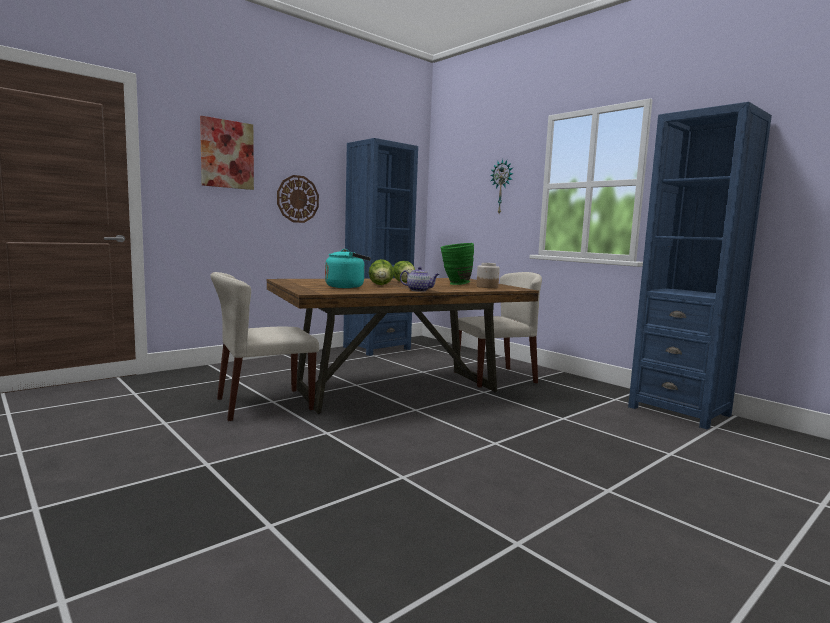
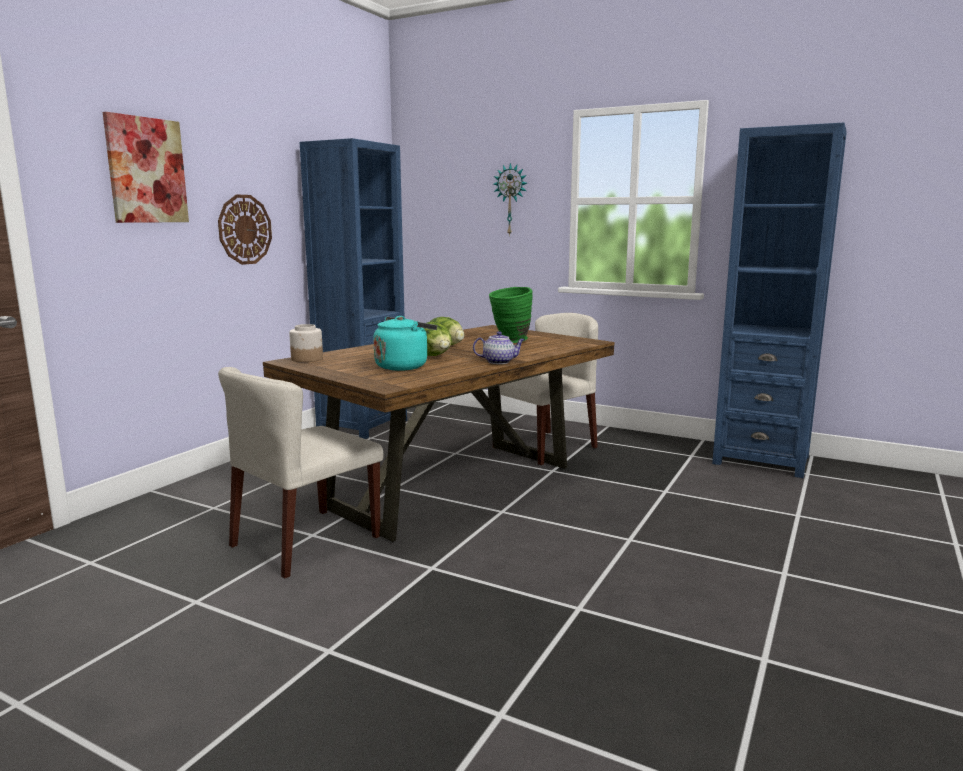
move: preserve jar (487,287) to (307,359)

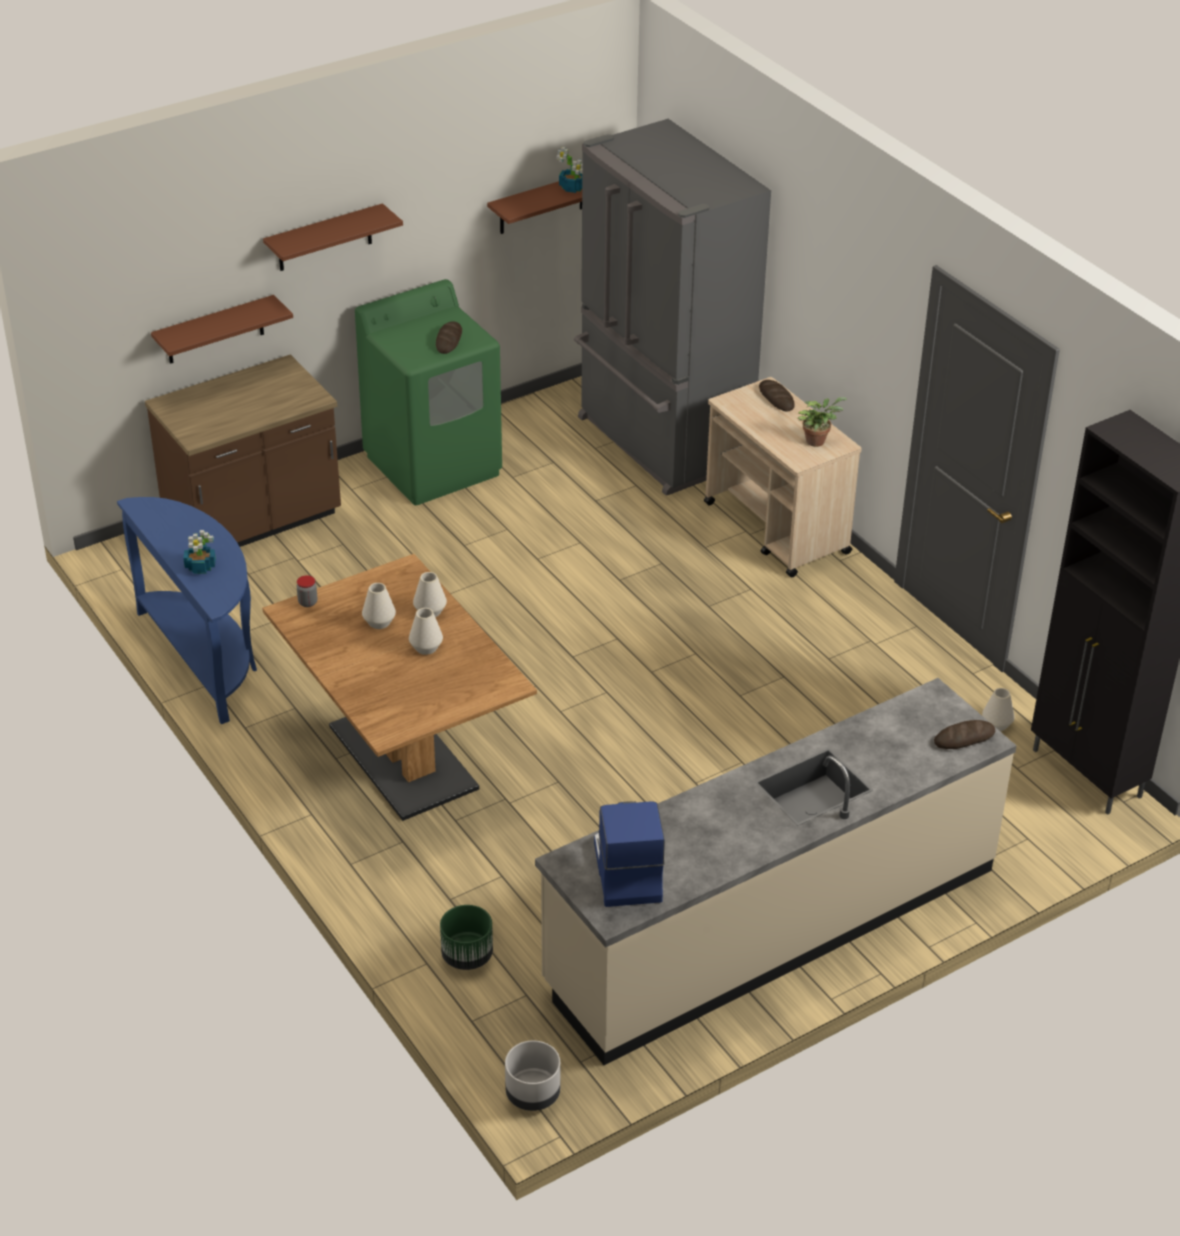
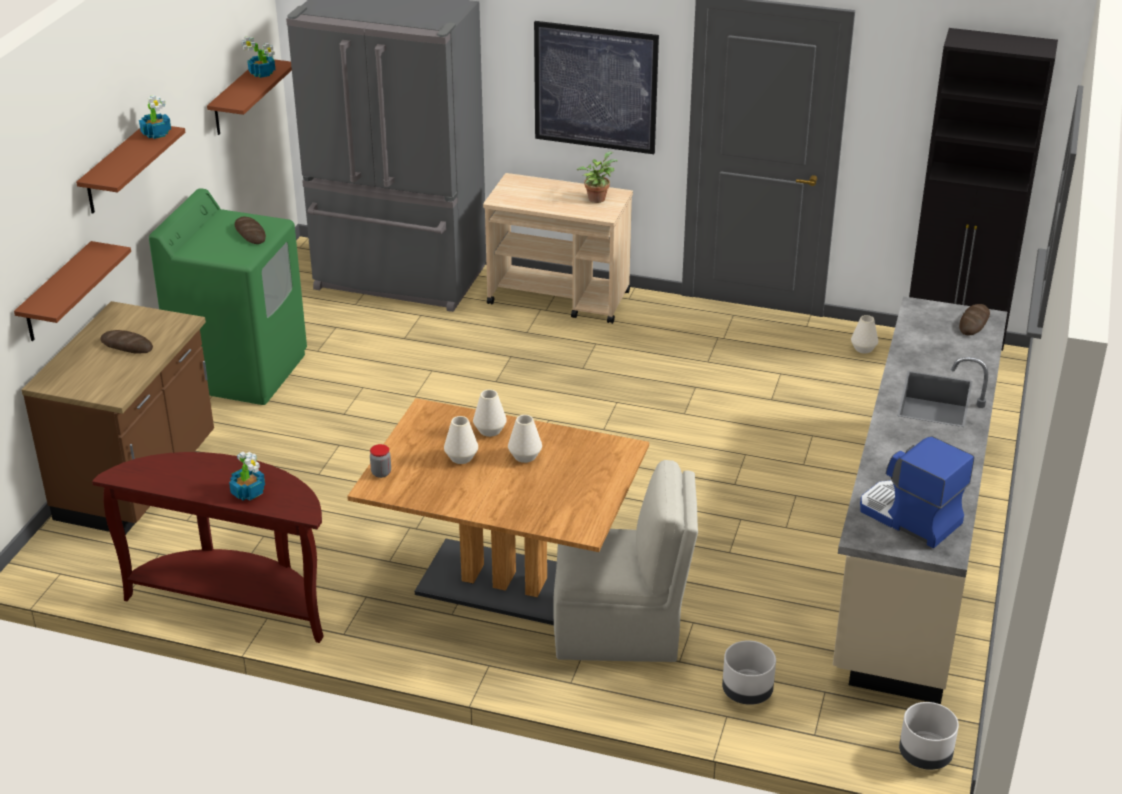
insert: wall art (595,87); plant in a pot (156,133); upright chair in beige-coloured (621,630)
move: bakery bread (776,398) to (127,345)
recolor: console table in bluish (205,657) to console table in brown (235,601); plant pot in green-coloured (466,955) to plant pot in grey (746,692)

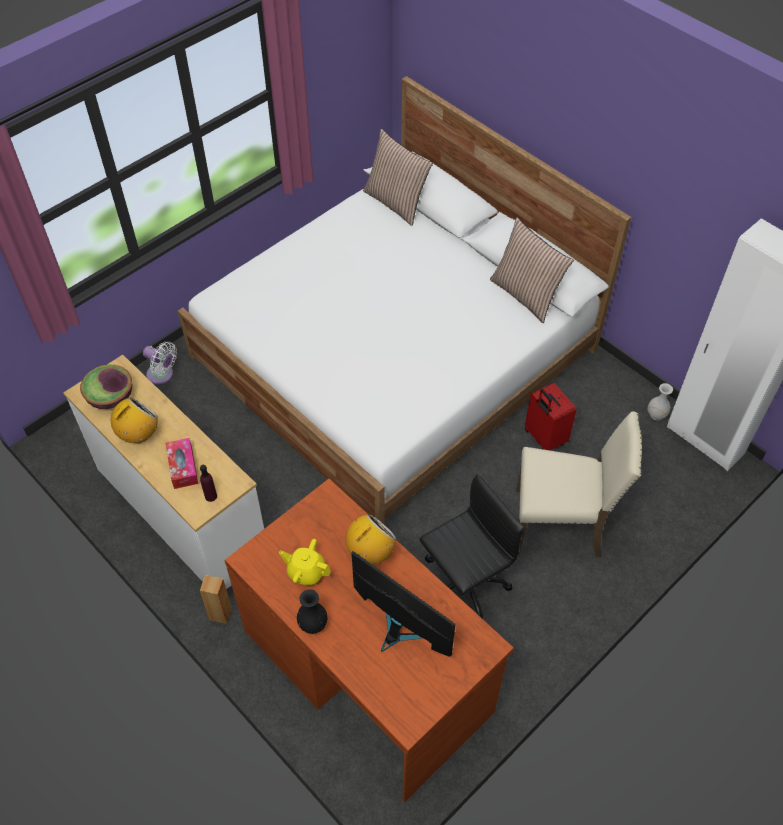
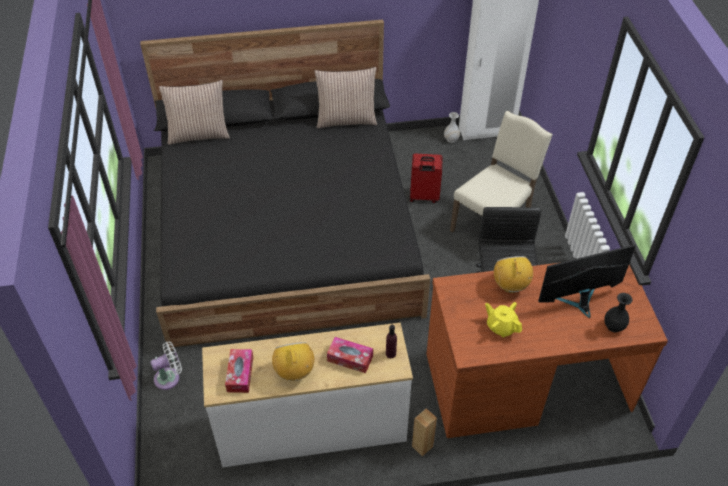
move: vase in black (313,624) to (613,326)
replace: deep dish (111,397) to tissue box (240,374)
recolor: sleeping bed in white-coloured (394,353) to sleeping bed in black (286,230)
rotate: pot for tea in yellowish (306,572) = (501,327) 75 degrees clockwise

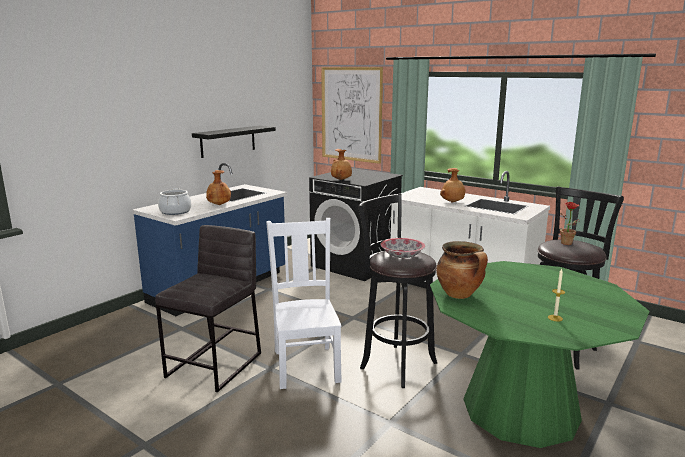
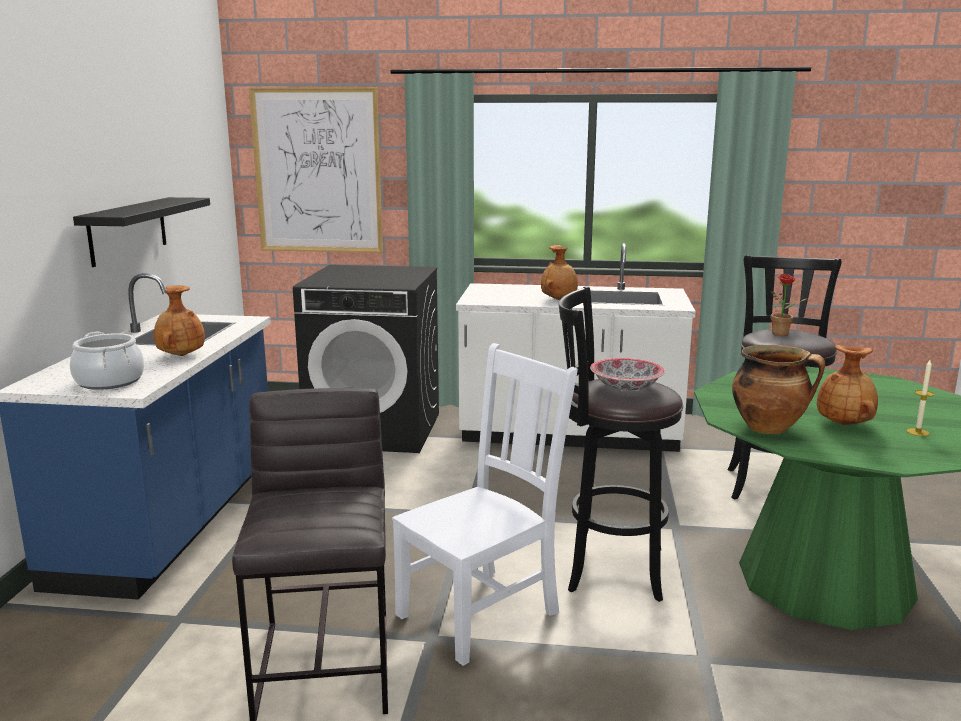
move: vase in brown (341,180) to (844,424)
rotate: upright chair in white-coloured (306,364) = (482,612) 90 degrees clockwise

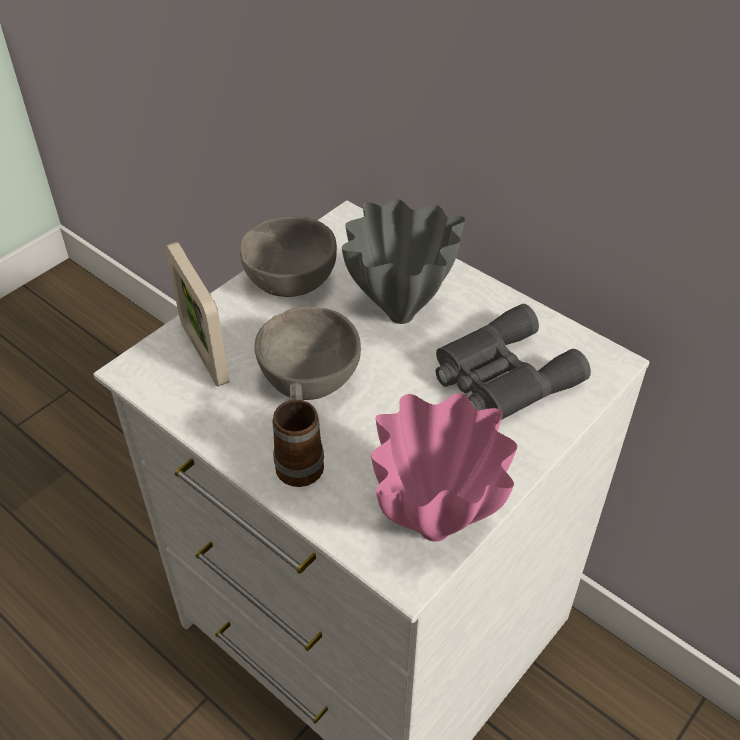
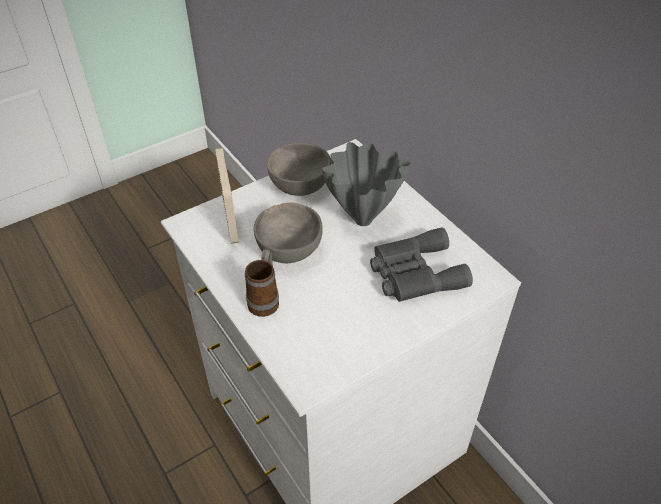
delete: vase in pink-coloured (437,526)

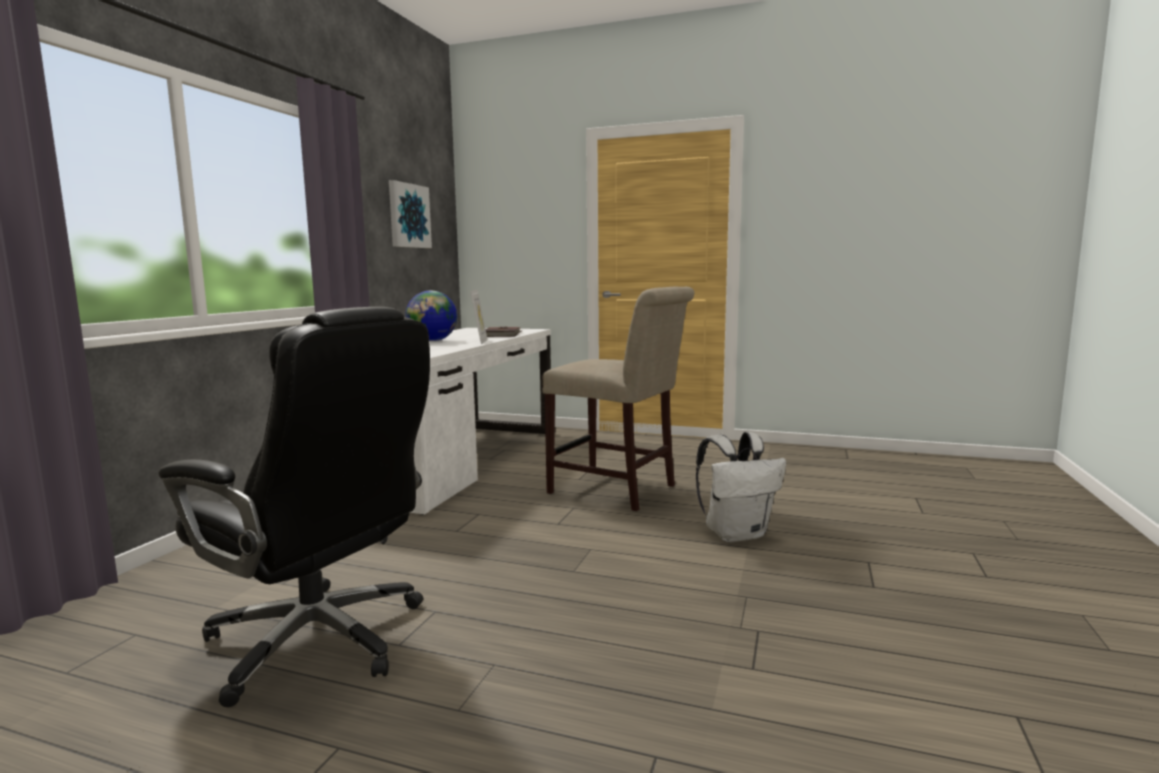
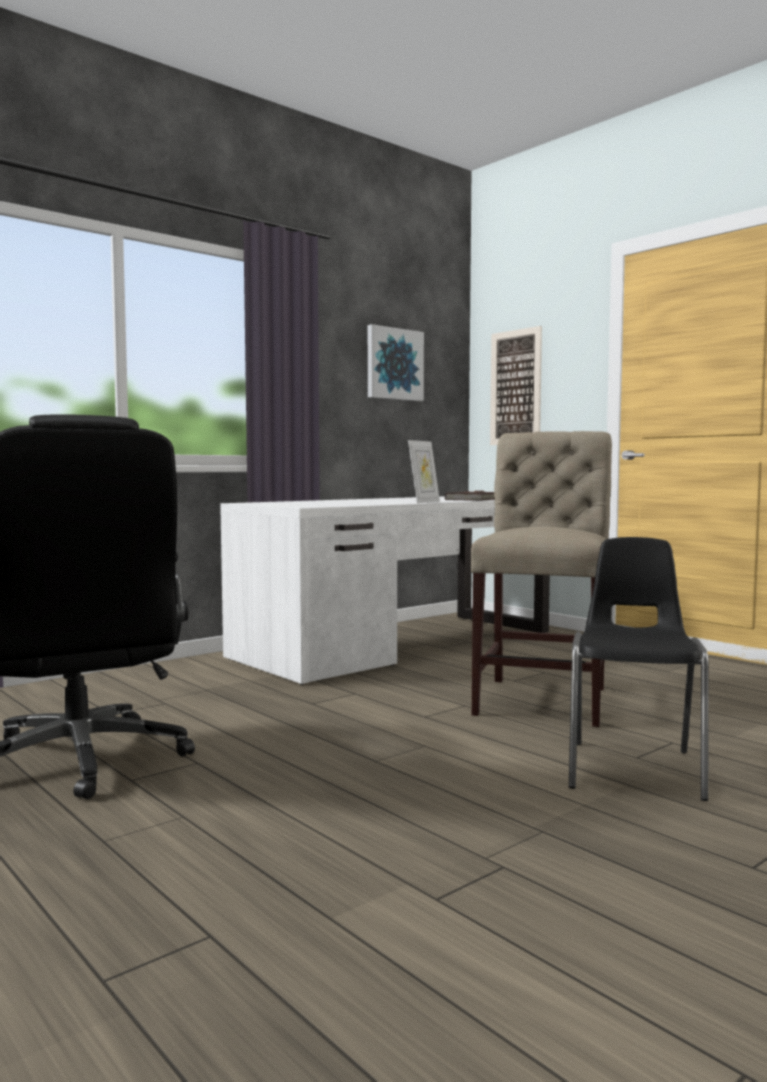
delete: world globe (433,341)
insert: wall art (515,387)
replace: rucksack in white-coloured (736,534) to upright chair in black (634,768)
rotate: upright chair in beige-coloured (618,490) = (544,698) 135 degrees counterclockwise

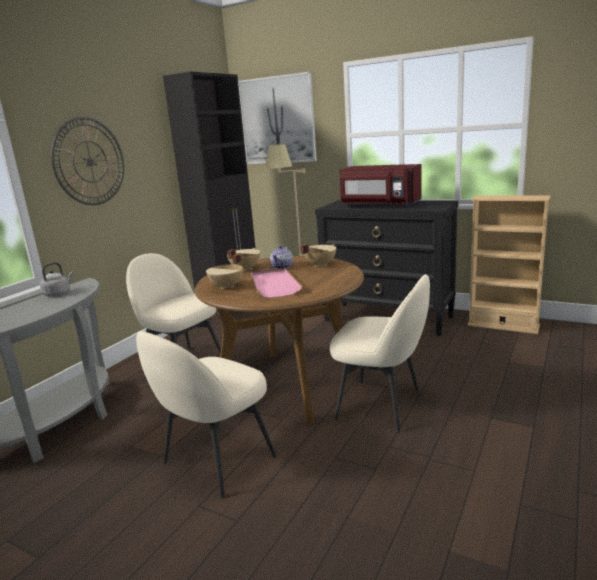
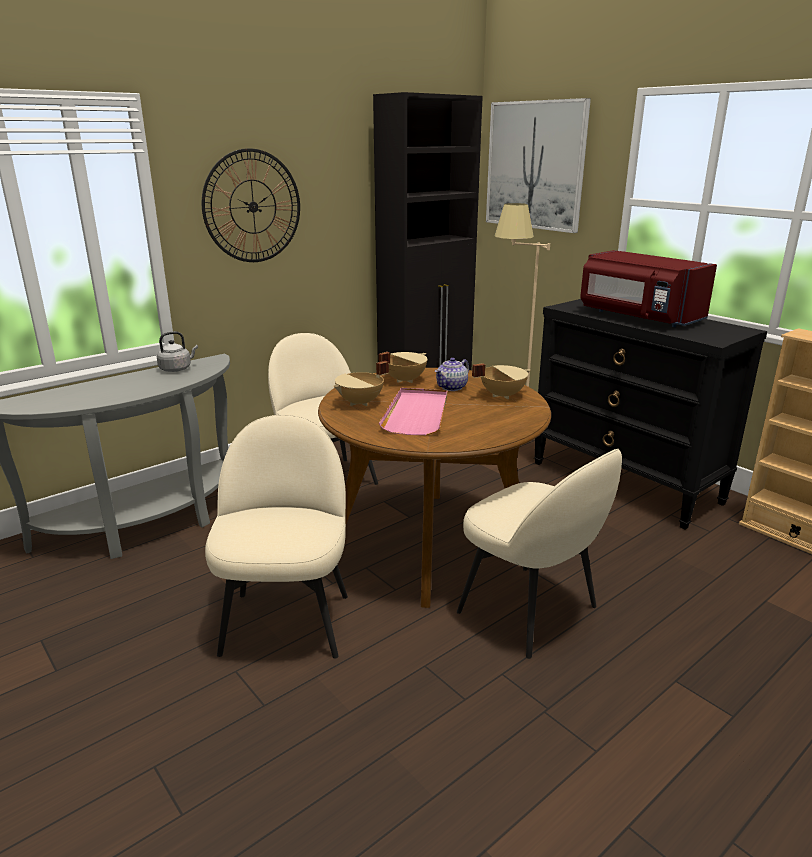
rotate: upright chair in beige-coloured (216,461) = (287,621) 120 degrees clockwise

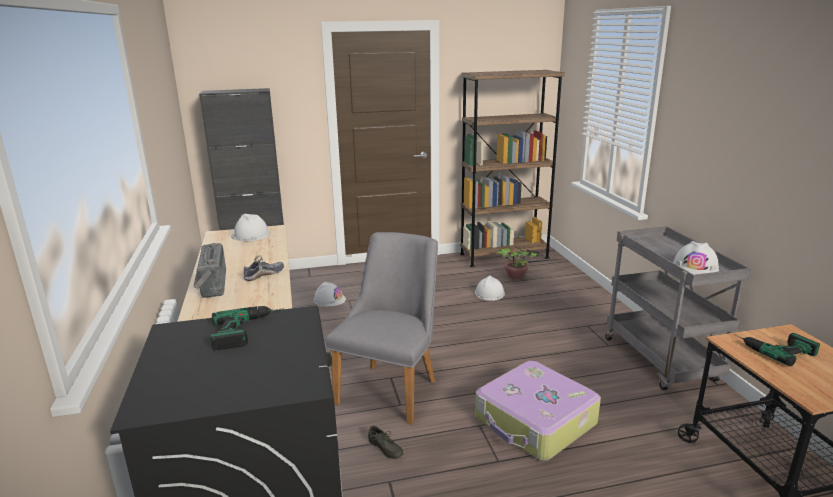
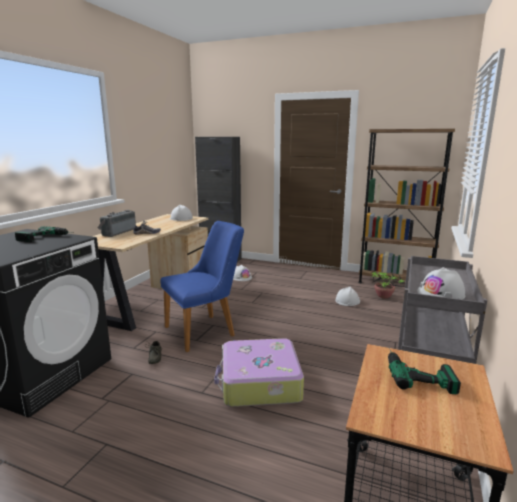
recolor: upright chair in grey (392,387) to upright chair in bluish (206,330)

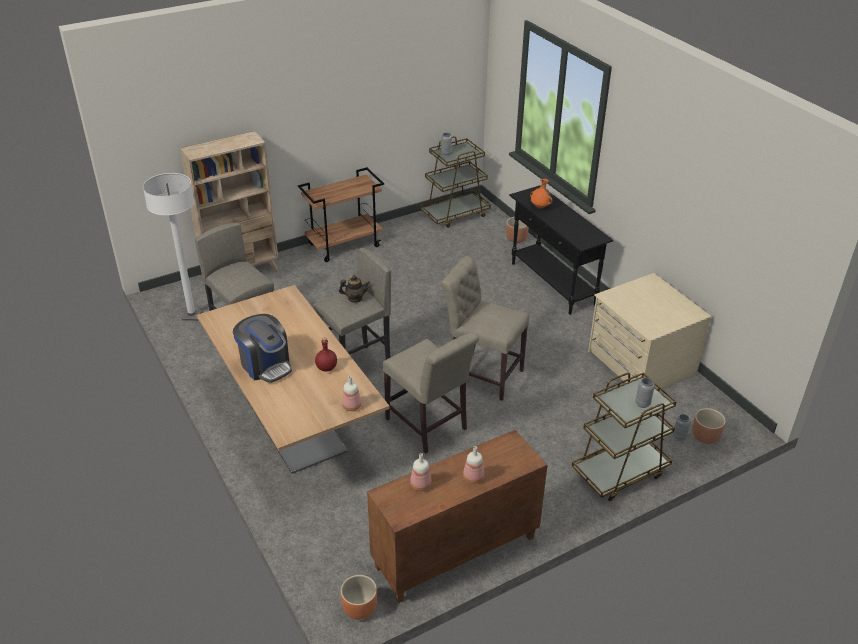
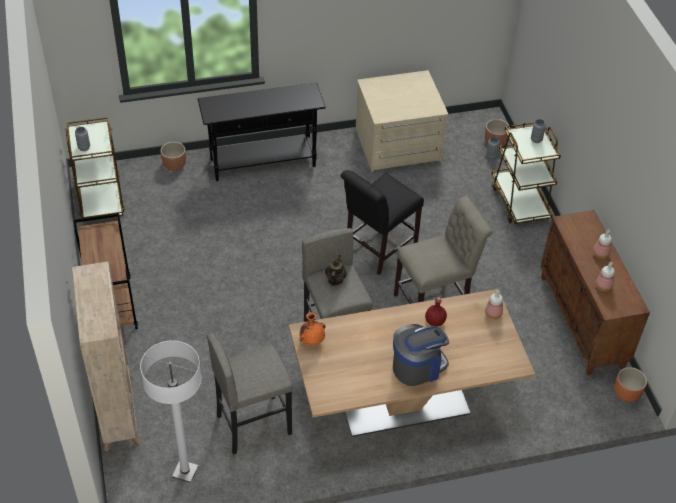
move: vase in orangey (540,207) to (312,340)
recolor: upright chair in beige-coloured (482,374) to upright chair in black (377,249)

